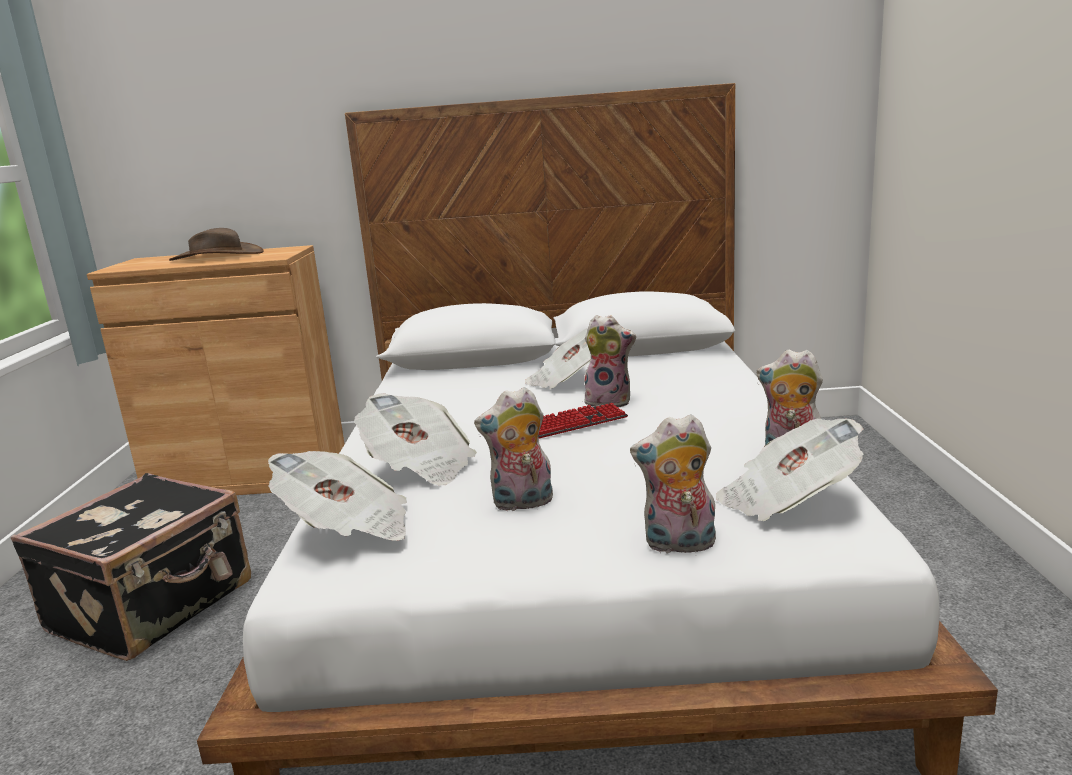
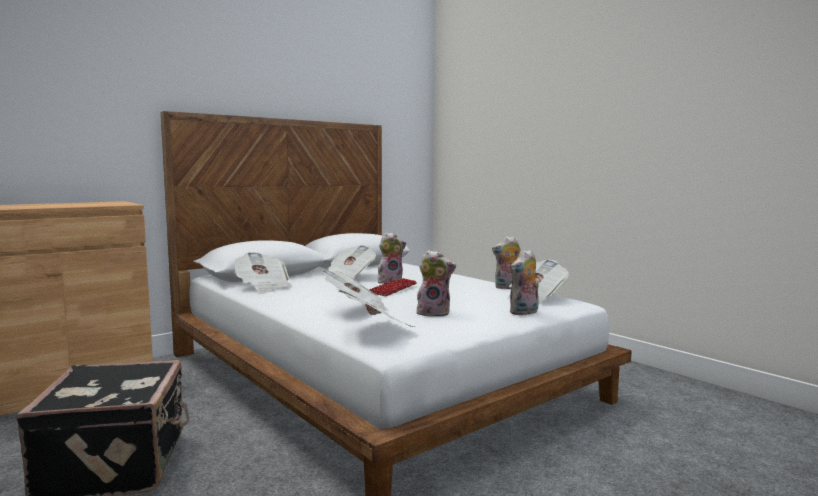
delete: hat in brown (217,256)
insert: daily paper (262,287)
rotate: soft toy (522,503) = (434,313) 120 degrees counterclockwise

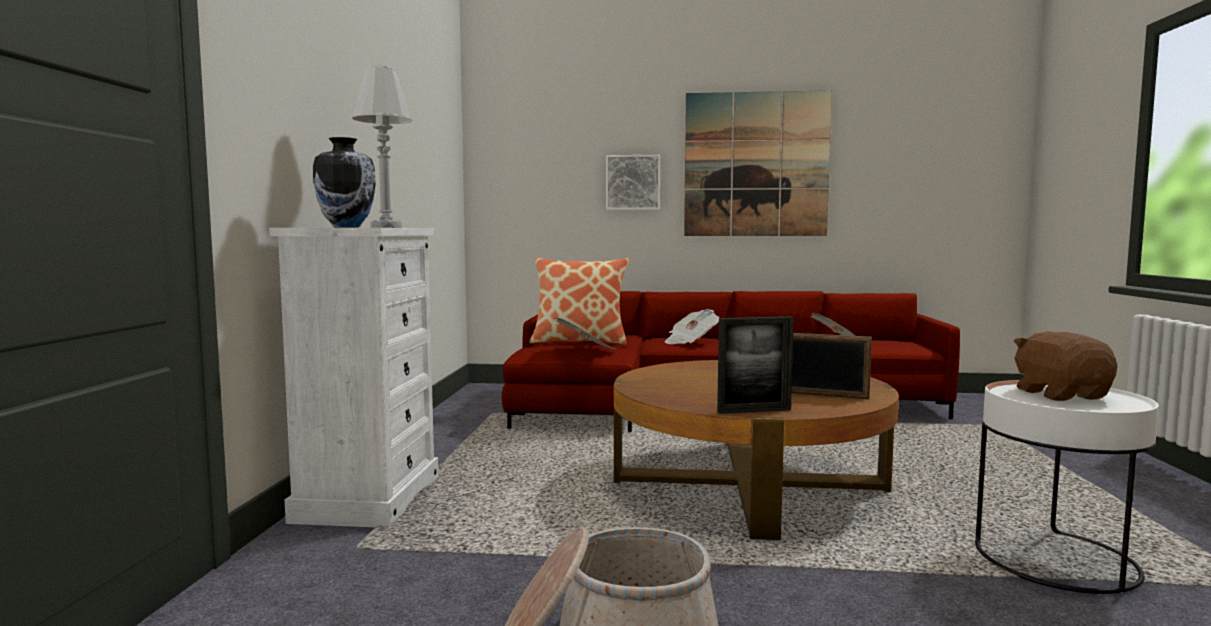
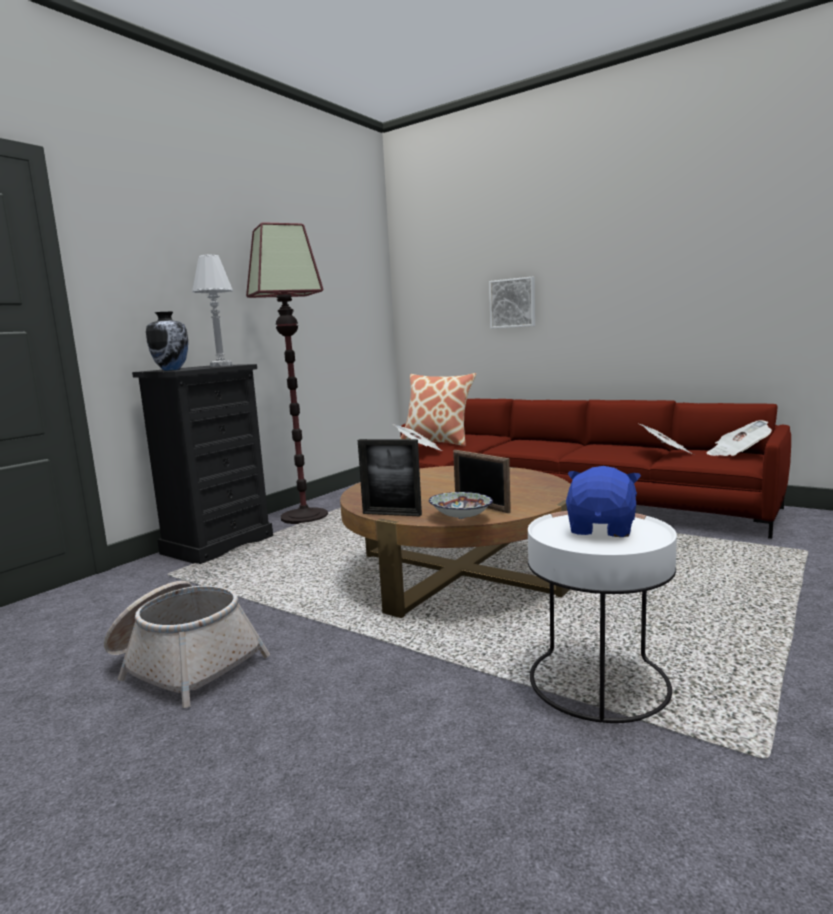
delete: wall art (756,164)
insert: floor lamp (305,516); deep dish (461,518)
move: daily paper (690,342) to (737,453)
recolor: chest of drawers in white-coloured (368,498) to chest of drawers in black (218,545); soft toy in brown (1061,395) to soft toy in bluish (602,529)

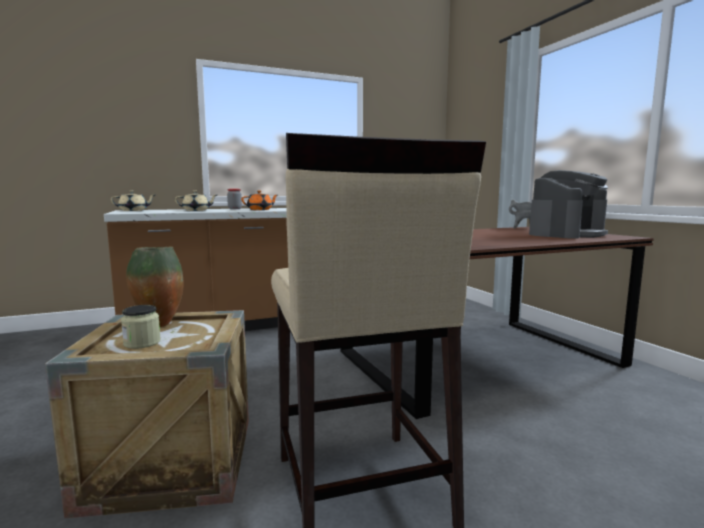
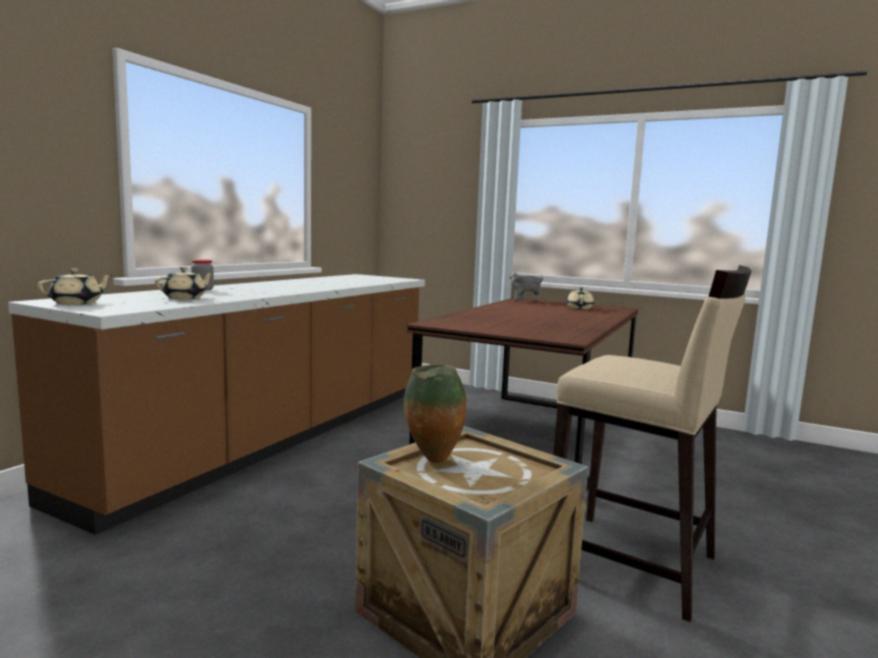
delete: pot for tea in orangey (260,210); preserve jar (142,343)
replace: coffee machine (567,234) to pot for tea in beige-coloured (580,308)

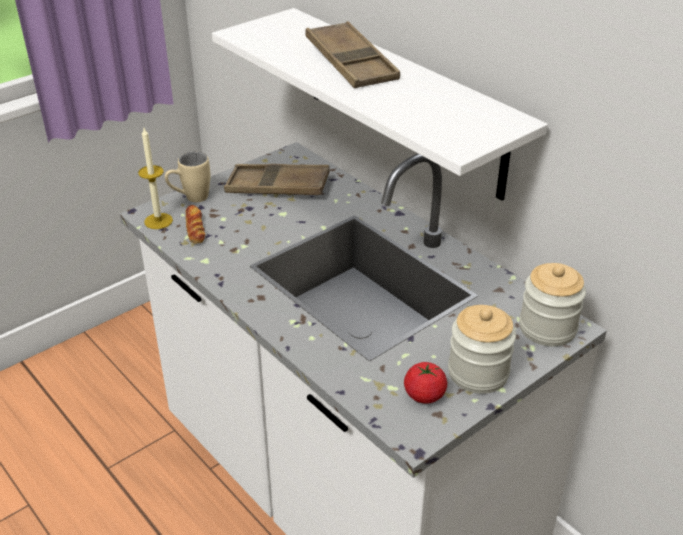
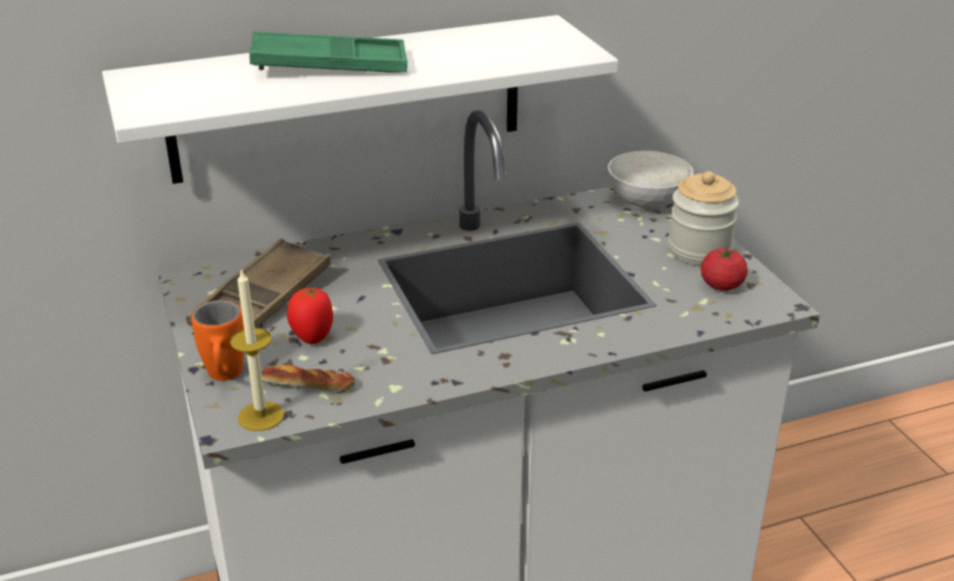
insert: fresh tomato (312,337)
replace: preserve jar (547,328) to deep dish in white-coloured (648,201)
recolor: tray in brown (351,63) to tray in green-coloured (330,65); coffee mug in beige-coloured (190,198) to coffee mug in orangey (225,378)

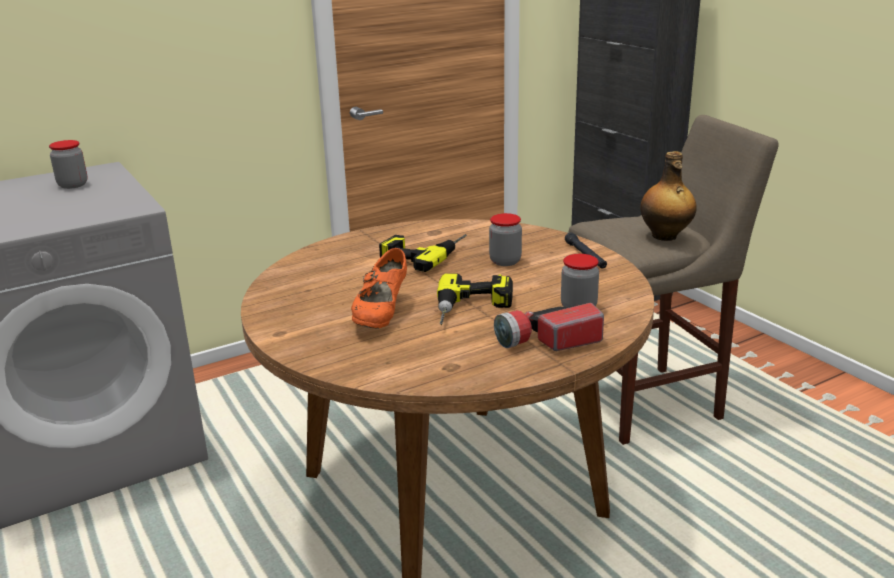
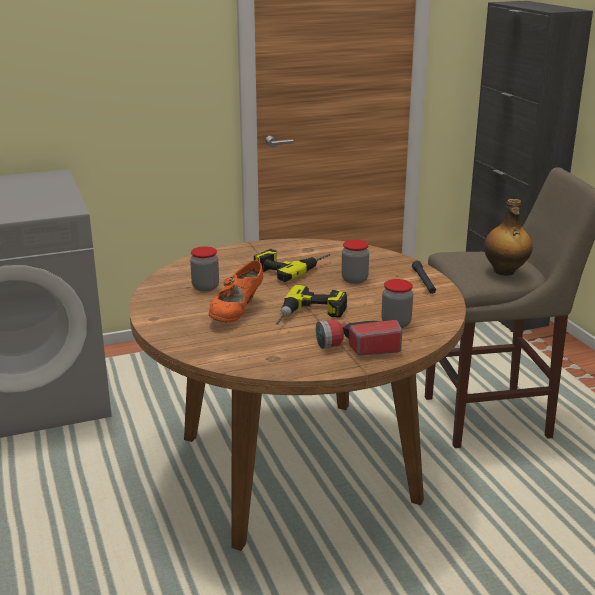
move: preserve jar (73,185) to (205,287)

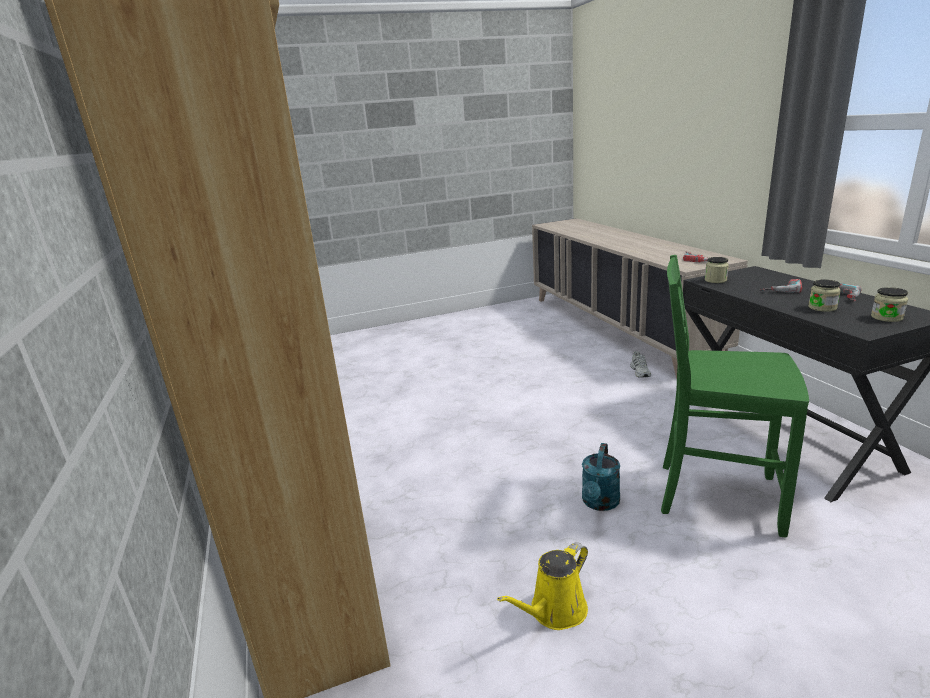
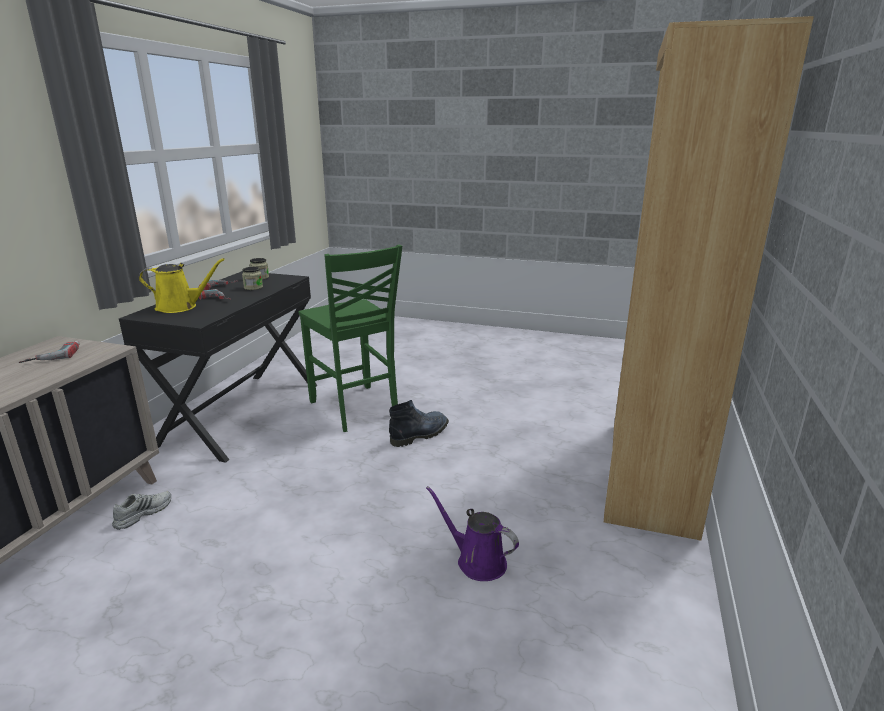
delete: preserve jar (715,280)
insert: watering pot in purplish (477,561)
move: watering pot in yellowish (554,611) to (180,307)
replace: watering pot in turquoise-coloured (599,503) to high-top boot (420,434)

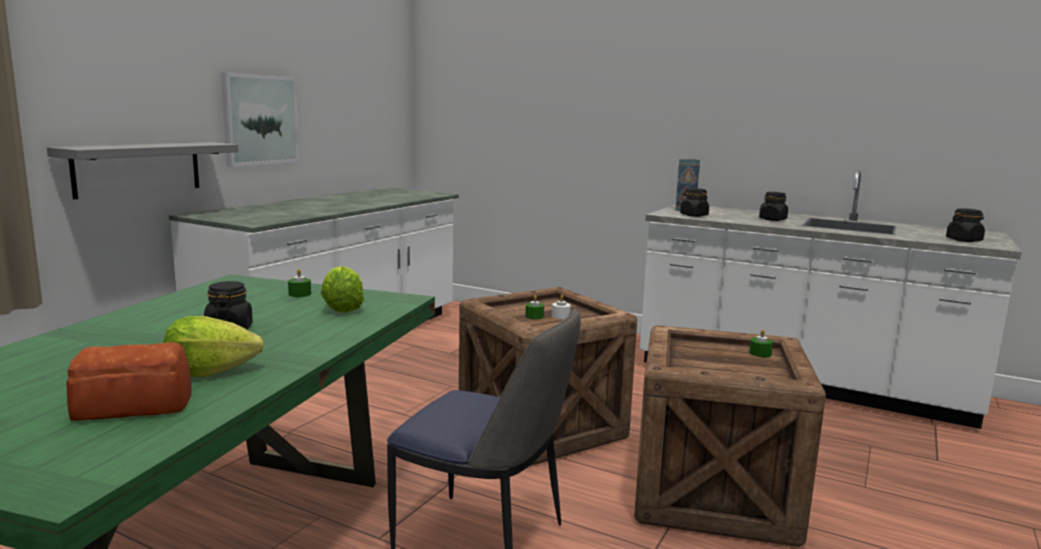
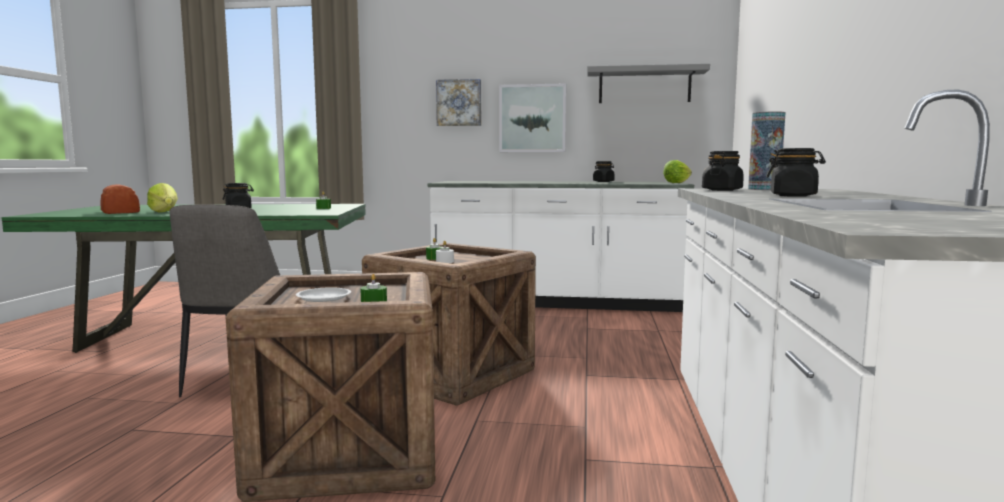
insert: wall art (459,103); flat dish in white-coloured (323,298)
move: wall shelf in grey (138,168) to (644,86); preserve jar in black (964,240) to (603,181); head of lettuce (342,308) to (677,182)

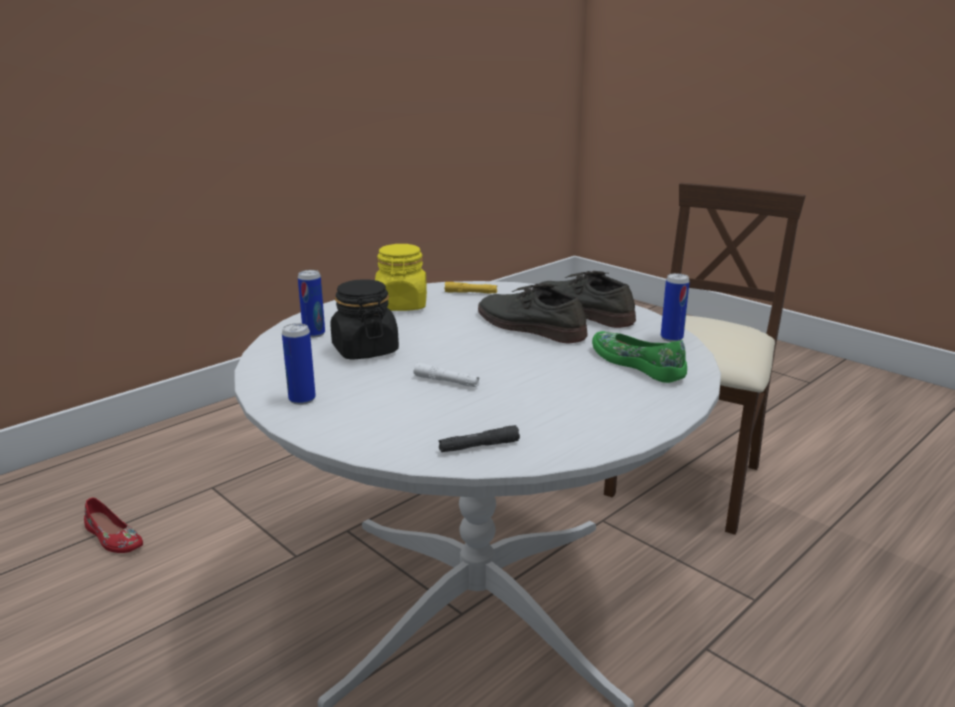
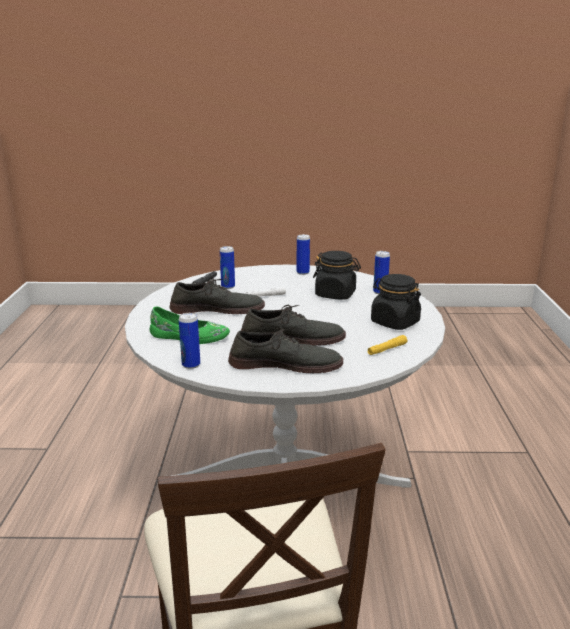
delete: item of footwear in reddish (113,538)
insert: metal can (228,286); item of footwear in grey (217,309)
recolor: preserve jar in yellowish (401,305) to preserve jar in black (394,322)

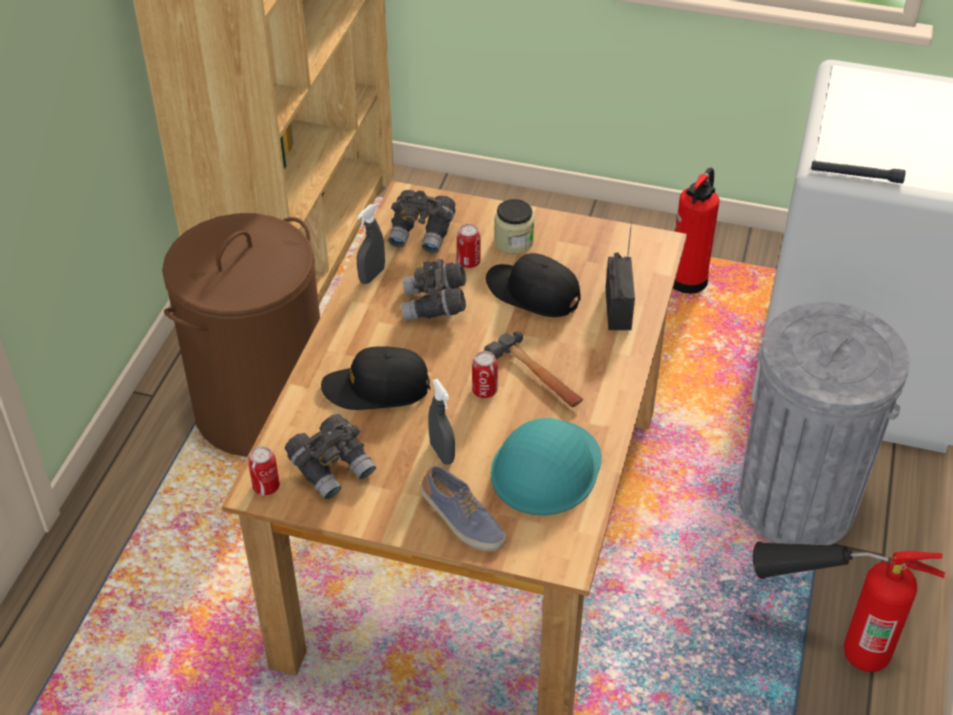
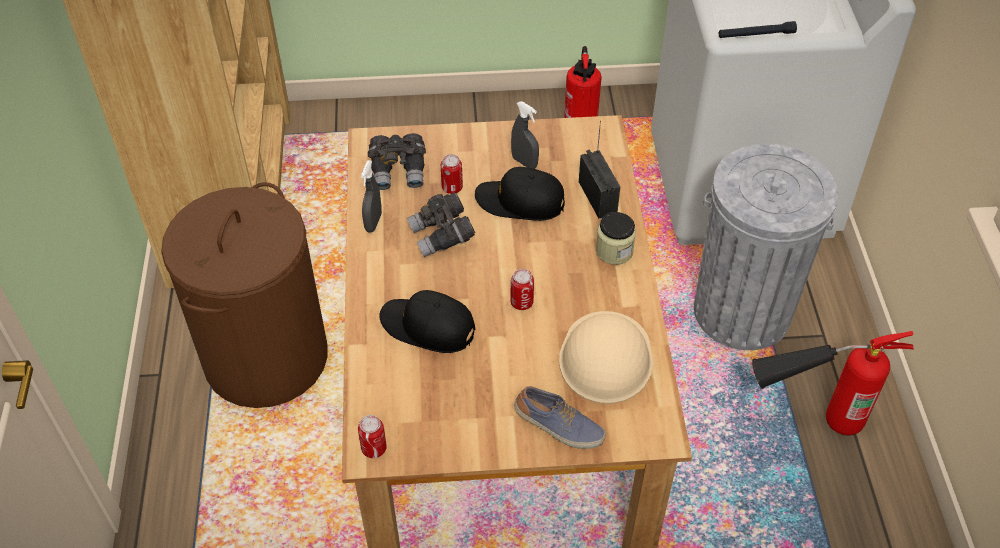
delete: tool hammer (536,377); binoculars in grey (332,468)
move: preserve jar (513,242) to (614,251); sprayer in grey (442,453) to (524,162)
recolor: work helmet in turquoise-coloured (546,467) to work helmet in beige-coloured (605,357)
rotate: peaked cap in black (376,388) = (428,327) 45 degrees clockwise

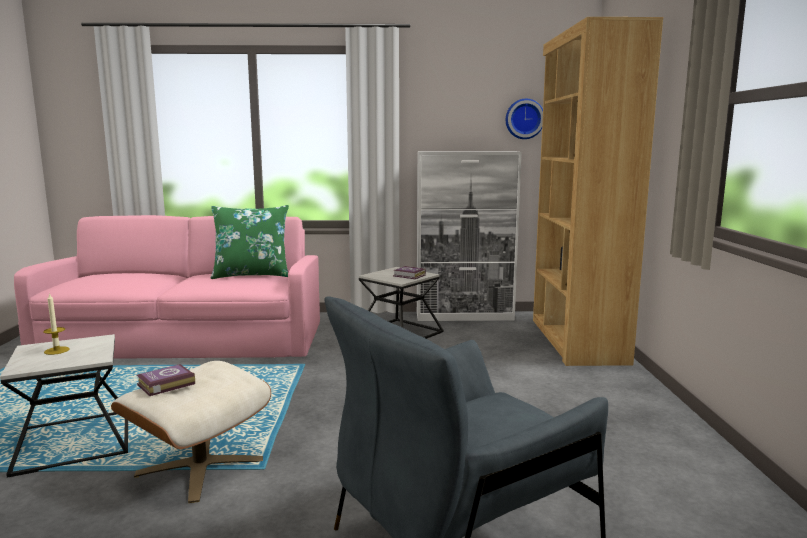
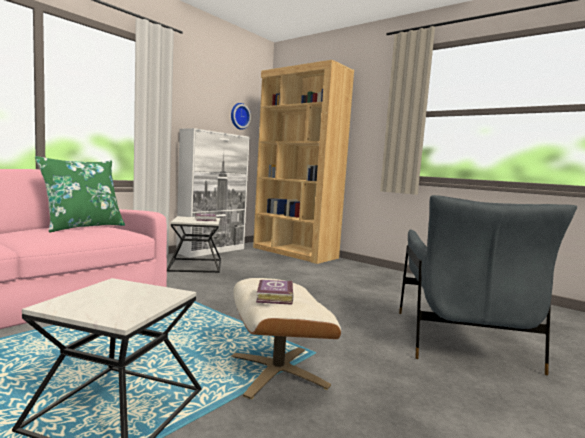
delete: wax candle (56,350)

